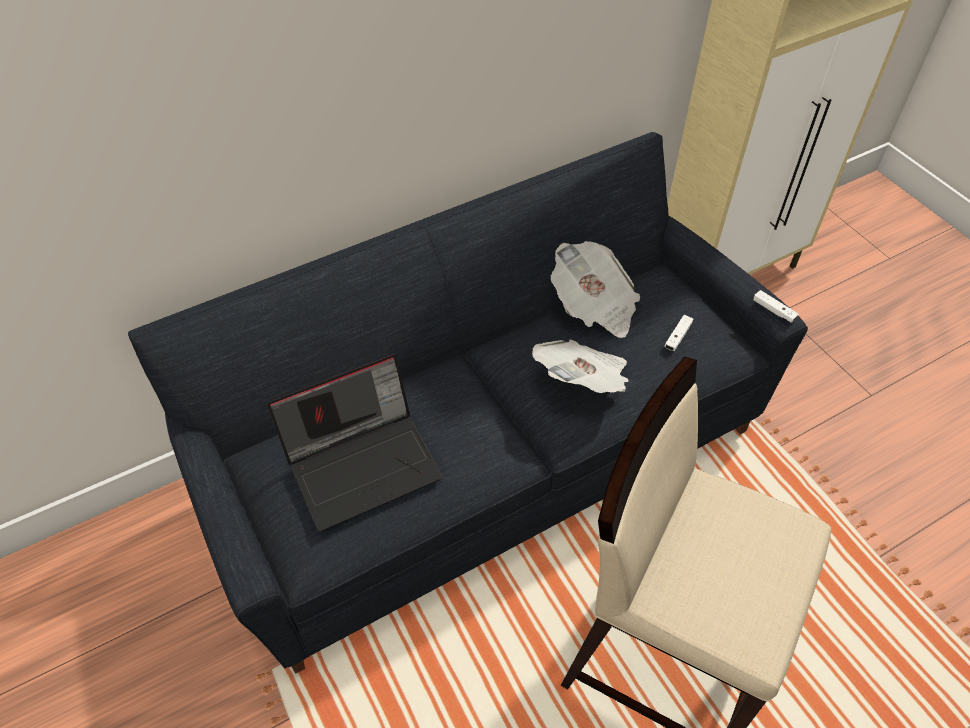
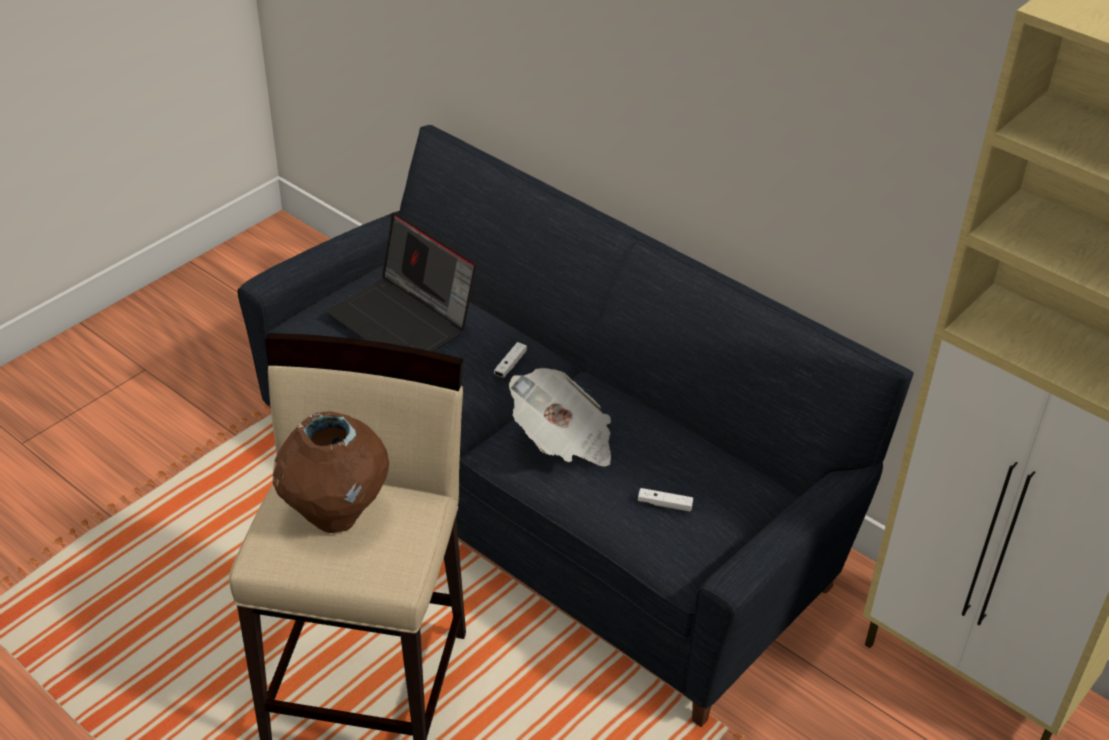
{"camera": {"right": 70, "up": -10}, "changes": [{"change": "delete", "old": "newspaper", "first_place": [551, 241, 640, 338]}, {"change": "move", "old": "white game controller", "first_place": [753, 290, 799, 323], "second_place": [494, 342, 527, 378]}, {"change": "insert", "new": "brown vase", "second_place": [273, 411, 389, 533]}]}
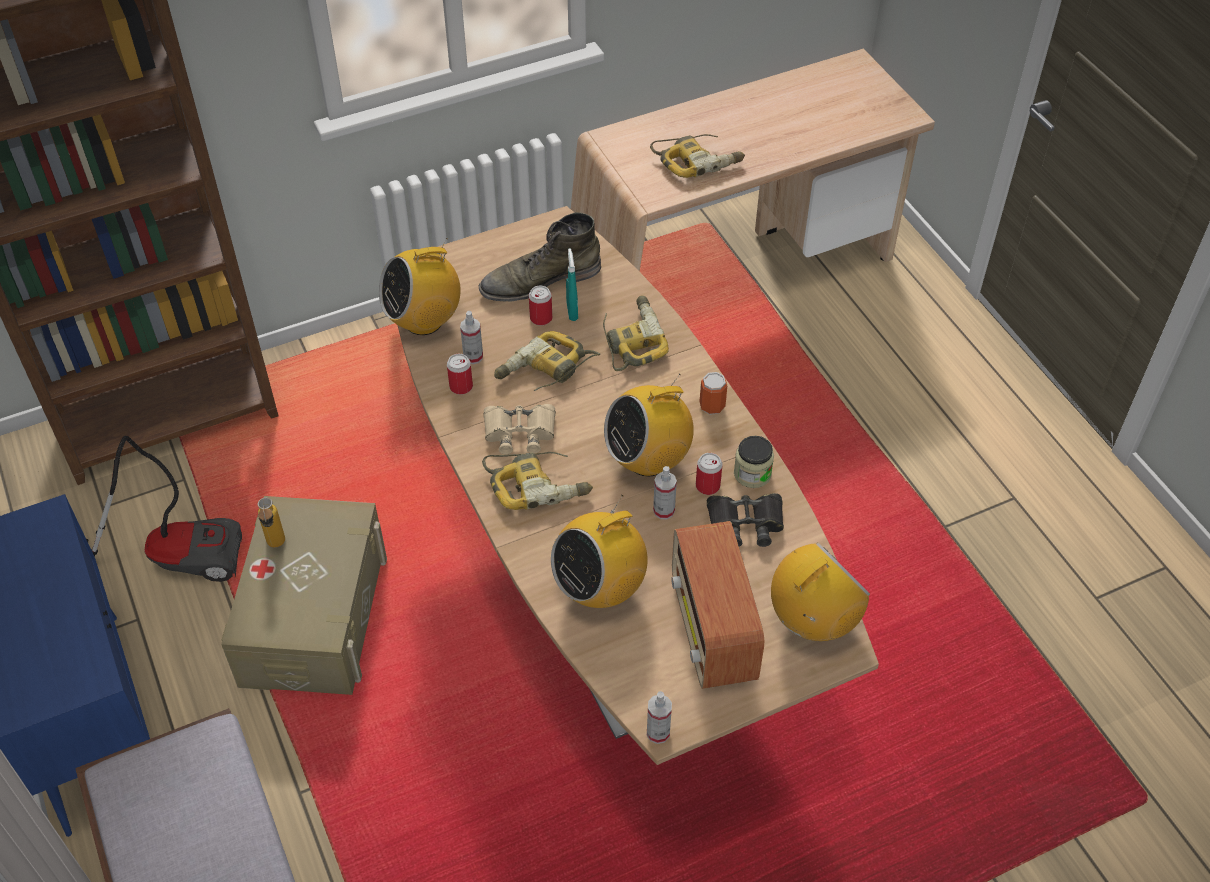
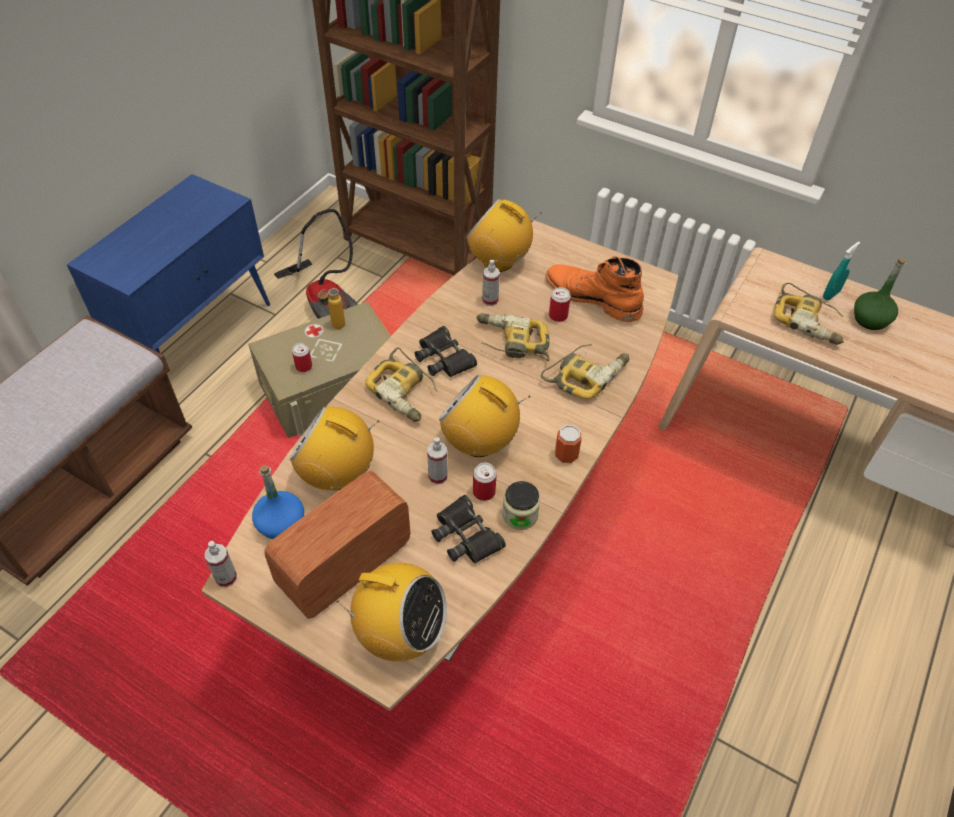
{"camera": {"right": 55, "up": 0}, "changes": [{"change": "move", "old": "can", "first_place": [447, 354, 473, 395], "second_place": [292, 343, 312, 372]}, {"change": "recolor", "old": "green boot", "new": "orange boot", "first_place": [479, 212, 601, 302], "second_place": [545, 256, 644, 322]}, {"change": "recolor", "old": "beige binoculars", "new": "black binoculars", "first_place": [483, 404, 556, 454], "second_place": [415, 326, 477, 377]}, {"change": "move", "old": "turquoise spray bottle", "first_place": [566, 248, 578, 321], "second_place": [823, 242, 860, 300]}, {"change": "insert", "new": "blue bottle", "second_place": [252, 465, 304, 539]}, {"change": "insert", "new": "green bottle", "second_place": [854, 257, 905, 330]}]}
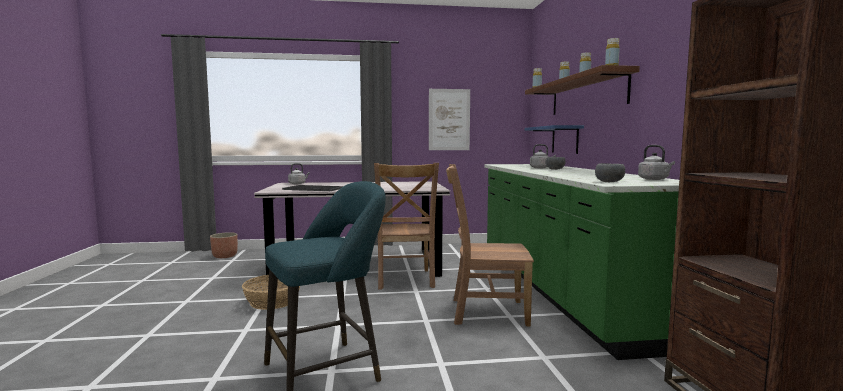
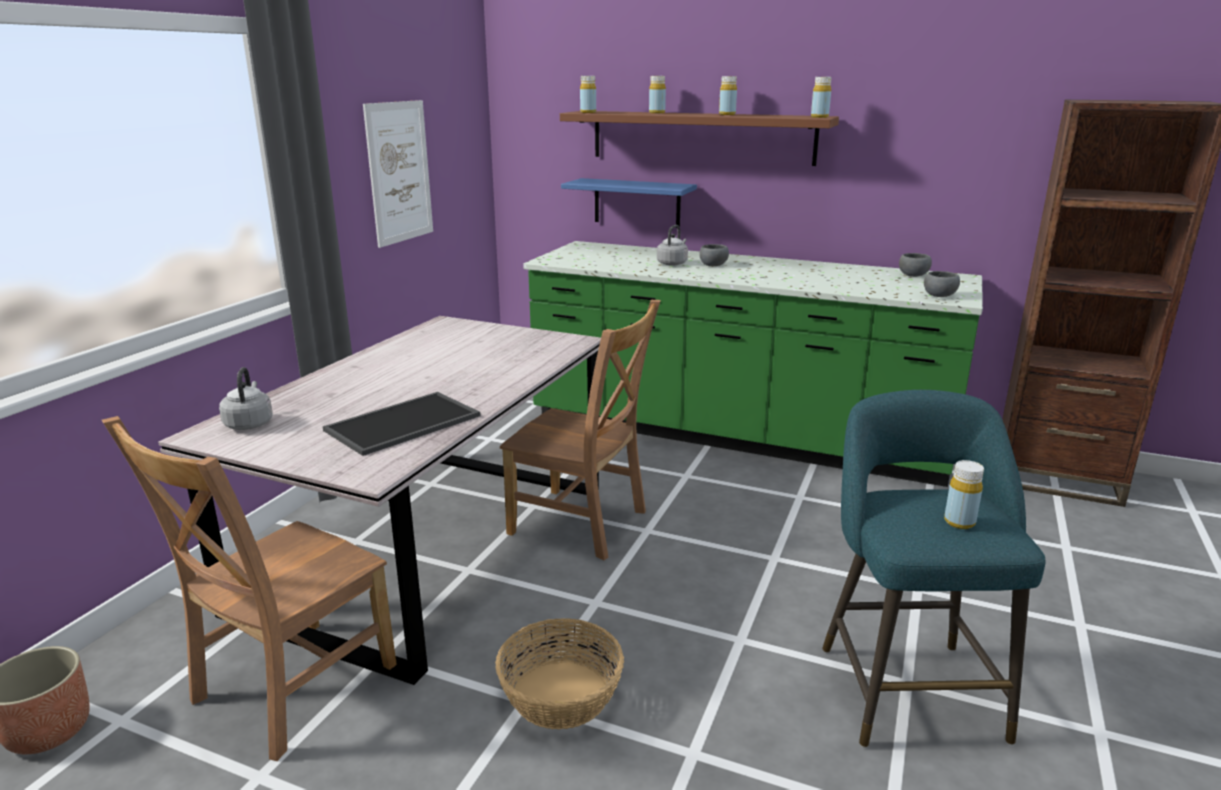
{"camera": {"right": -60, "up": 15}, "changes": [{"change": "move", "old": "brown chair", "first_place": [446, 164, 534, 326], "second_place": [102, 416, 397, 761]}, {"change": "replace", "old": "grey kettle", "new": "grey bowl", "first_place": [638, 145, 675, 180], "second_place": [899, 253, 932, 277]}, {"change": "insert", "new": "yellow bottle", "second_place": [944, 460, 984, 529]}]}
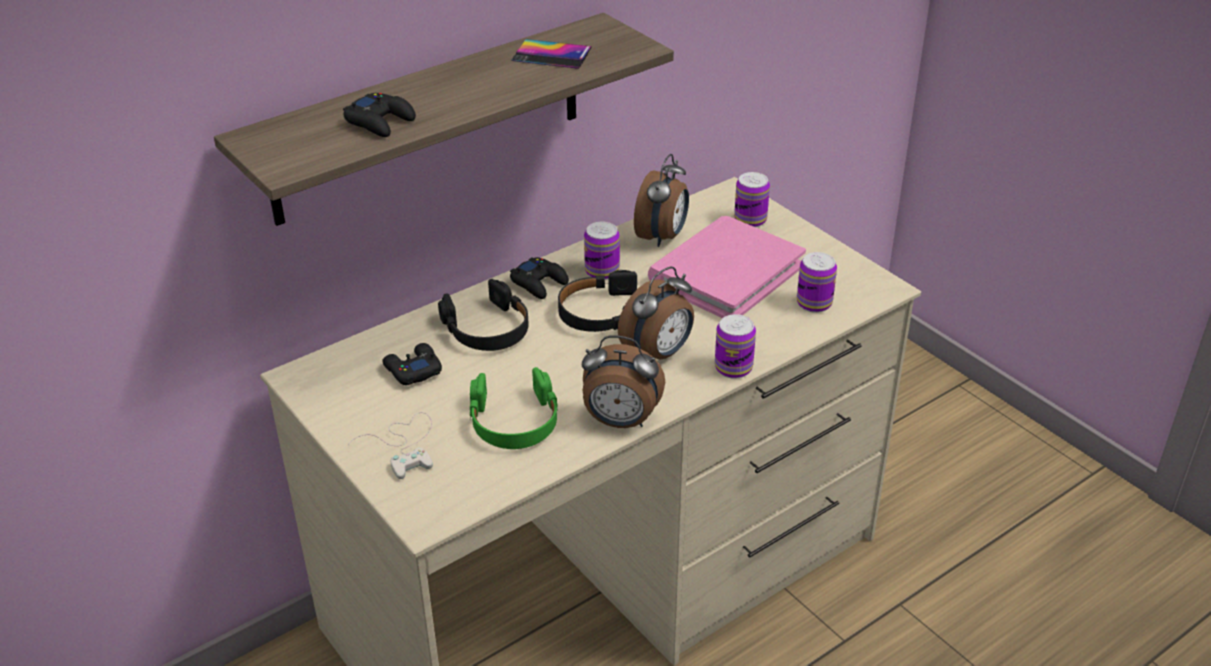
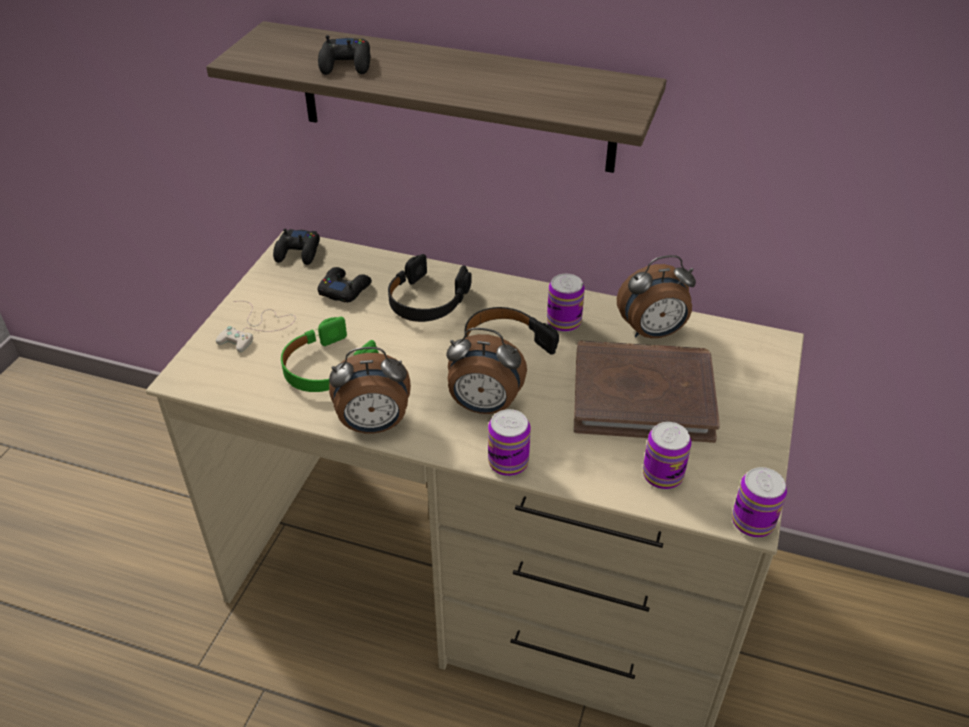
{"camera": {"right": 55, "up": 5}, "changes": [{"change": "move", "old": "black game controller", "first_place": [510, 257, 569, 299], "second_place": [273, 229, 320, 265]}, {"change": "delete", "old": "phone", "first_place": [511, 39, 592, 69]}, {"change": "rotate", "old": "alarm clock", "first_place": [582, 335, 665, 428], "second_place": [329, 347, 411, 434], "degrees": -75}, {"change": "recolor", "old": "pink book", "new": "brown book", "first_place": [648, 216, 806, 318], "second_place": [574, 340, 720, 443]}, {"change": "move", "old": "can", "first_place": [734, 172, 770, 227], "second_place": [732, 467, 787, 537]}]}
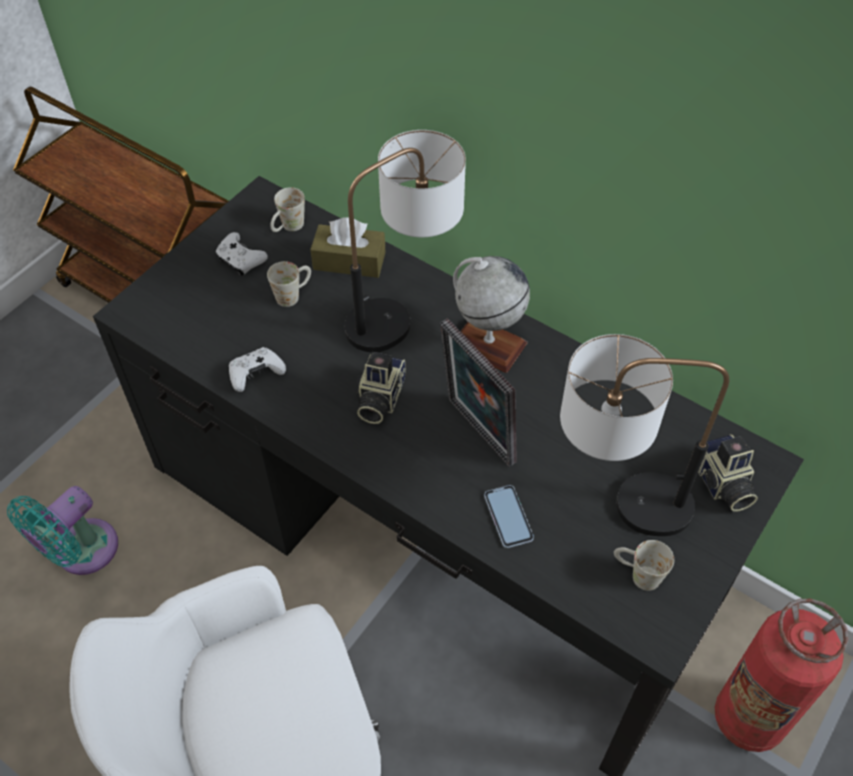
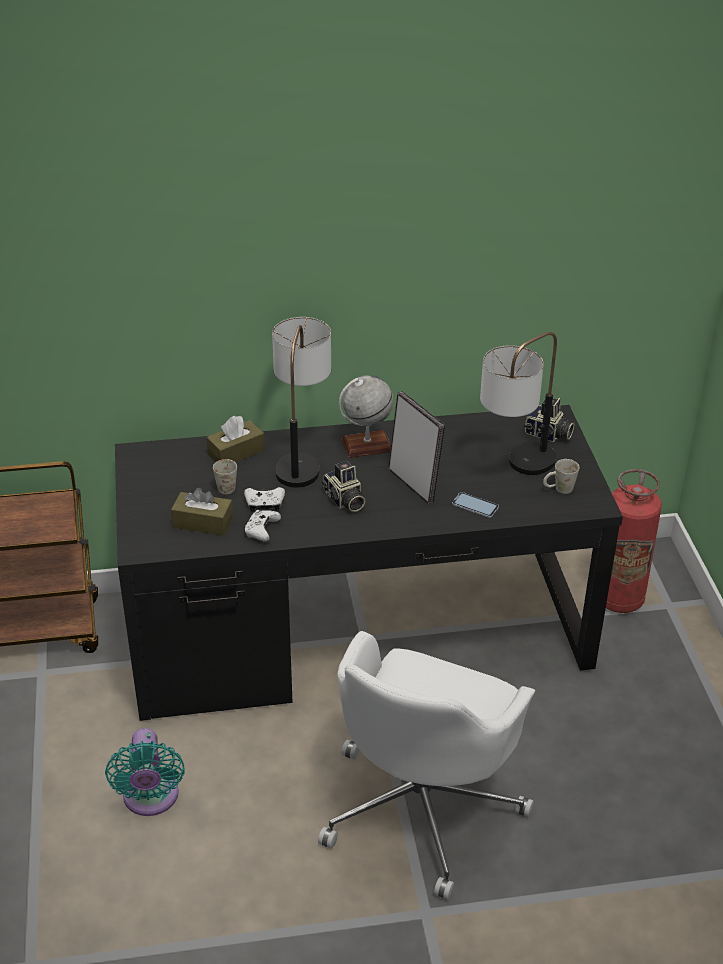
{"camera": {"right": -45, "up": -15}, "changes": [{"change": "move", "old": "white game controller", "first_place": [215, 232, 268, 276], "second_place": [244, 487, 285, 512]}, {"change": "delete", "old": "white mug", "first_place": [270, 187, 305, 232]}, {"change": "rotate", "old": "picture frame", "first_place": [440, 318, 517, 467], "second_place": [388, 391, 445, 504], "degrees": -135}, {"change": "insert", "new": "brown tissue box", "second_place": [171, 488, 233, 536]}]}
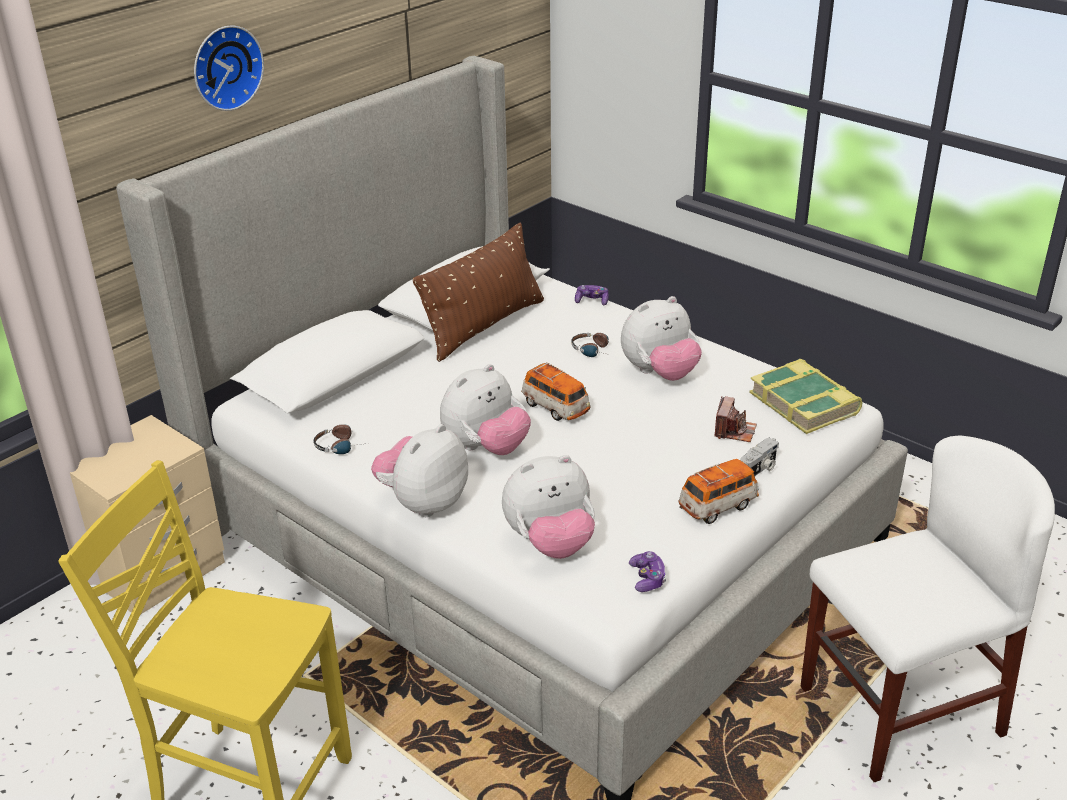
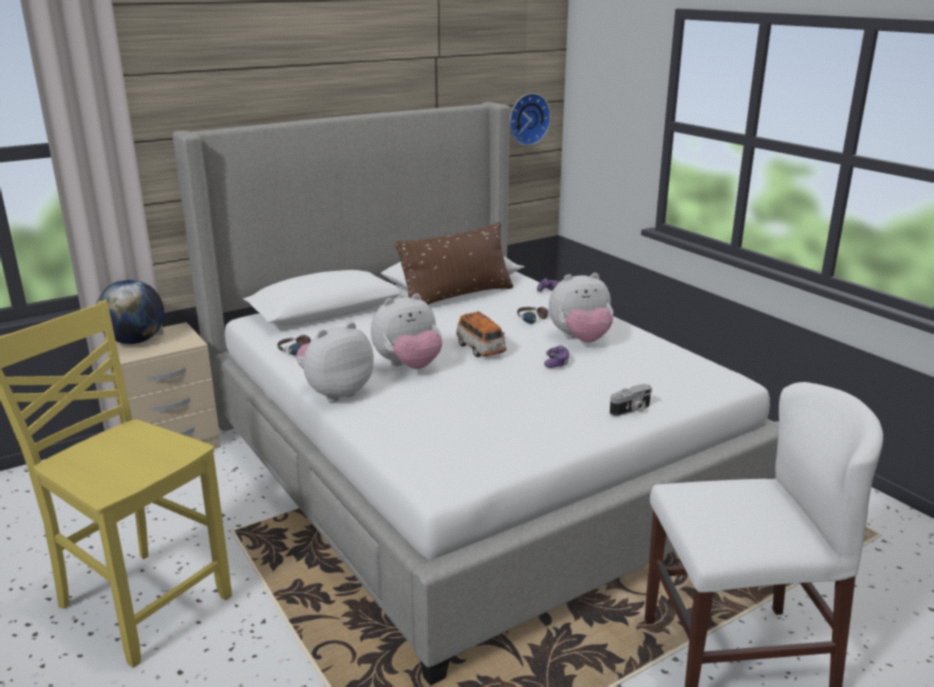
{"camera": {"right": 15, "up": -10}, "changes": [{"change": "move", "old": "wall clock", "first_place": [194, 26, 264, 111], "second_place": [510, 93, 551, 146]}, {"change": "delete", "old": "plush toy", "first_place": [502, 455, 595, 559]}, {"change": "move", "old": "game controller", "first_place": [629, 551, 667, 592], "second_place": [544, 345, 569, 368]}, {"change": "delete", "old": "toy car", "first_place": [678, 459, 759, 524]}, {"change": "delete", "old": "photo camera", "first_place": [714, 396, 757, 442]}, {"change": "delete", "old": "book", "first_place": [749, 359, 863, 434]}, {"change": "insert", "new": "globe", "second_place": [96, 280, 164, 344]}]}
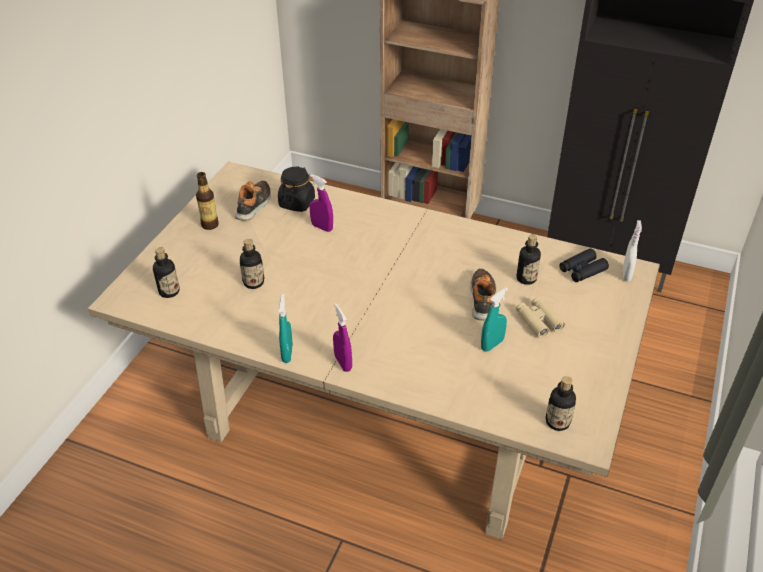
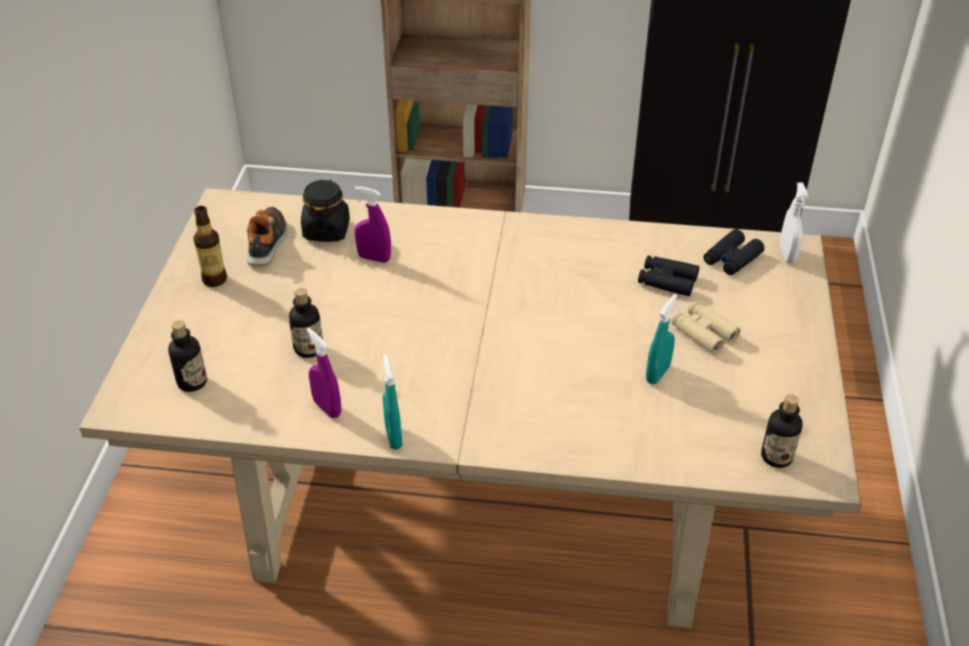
{"camera": {"right": -15, "up": 0}, "changes": [{"change": "move", "old": "purple spray bottle", "first_place": [333, 303, 352, 372], "second_place": [307, 328, 341, 418]}, {"change": "delete", "old": "shoe", "first_place": [470, 268, 497, 320]}, {"change": "replace", "old": "bottle", "new": "black binoculars", "first_place": [516, 234, 541, 285], "second_place": [638, 255, 699, 296]}]}
